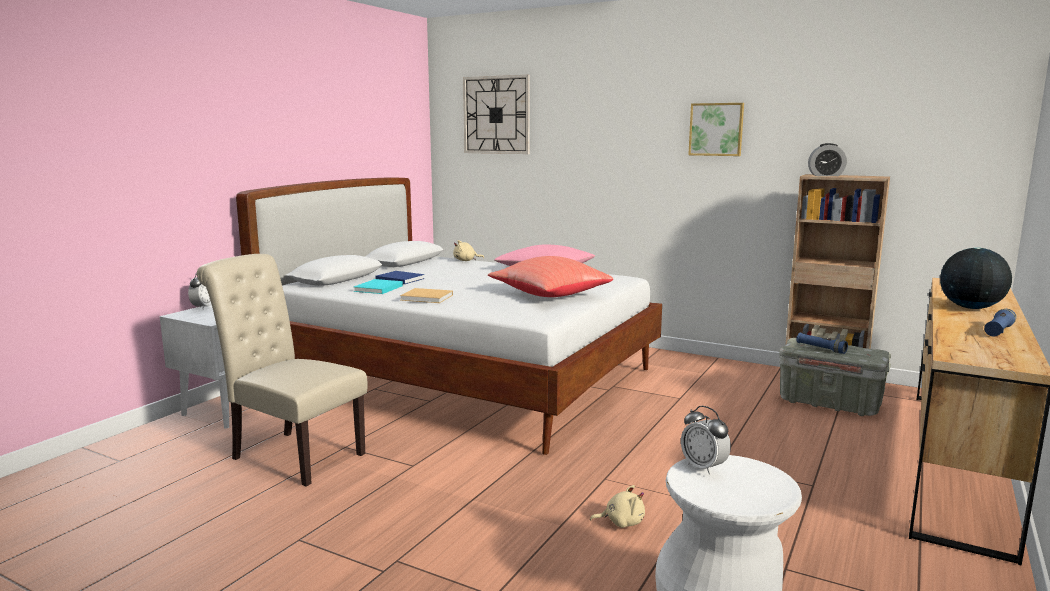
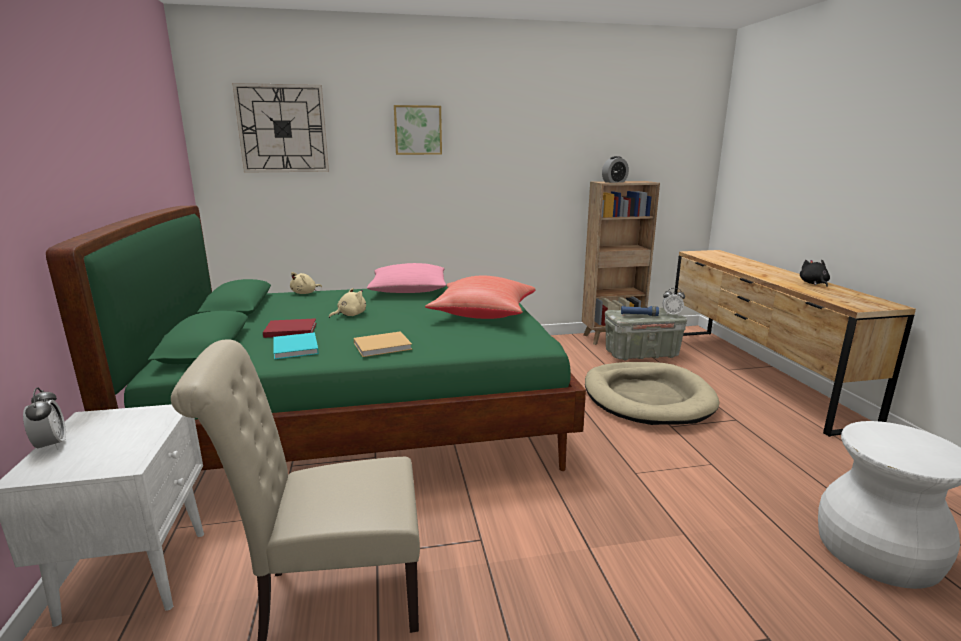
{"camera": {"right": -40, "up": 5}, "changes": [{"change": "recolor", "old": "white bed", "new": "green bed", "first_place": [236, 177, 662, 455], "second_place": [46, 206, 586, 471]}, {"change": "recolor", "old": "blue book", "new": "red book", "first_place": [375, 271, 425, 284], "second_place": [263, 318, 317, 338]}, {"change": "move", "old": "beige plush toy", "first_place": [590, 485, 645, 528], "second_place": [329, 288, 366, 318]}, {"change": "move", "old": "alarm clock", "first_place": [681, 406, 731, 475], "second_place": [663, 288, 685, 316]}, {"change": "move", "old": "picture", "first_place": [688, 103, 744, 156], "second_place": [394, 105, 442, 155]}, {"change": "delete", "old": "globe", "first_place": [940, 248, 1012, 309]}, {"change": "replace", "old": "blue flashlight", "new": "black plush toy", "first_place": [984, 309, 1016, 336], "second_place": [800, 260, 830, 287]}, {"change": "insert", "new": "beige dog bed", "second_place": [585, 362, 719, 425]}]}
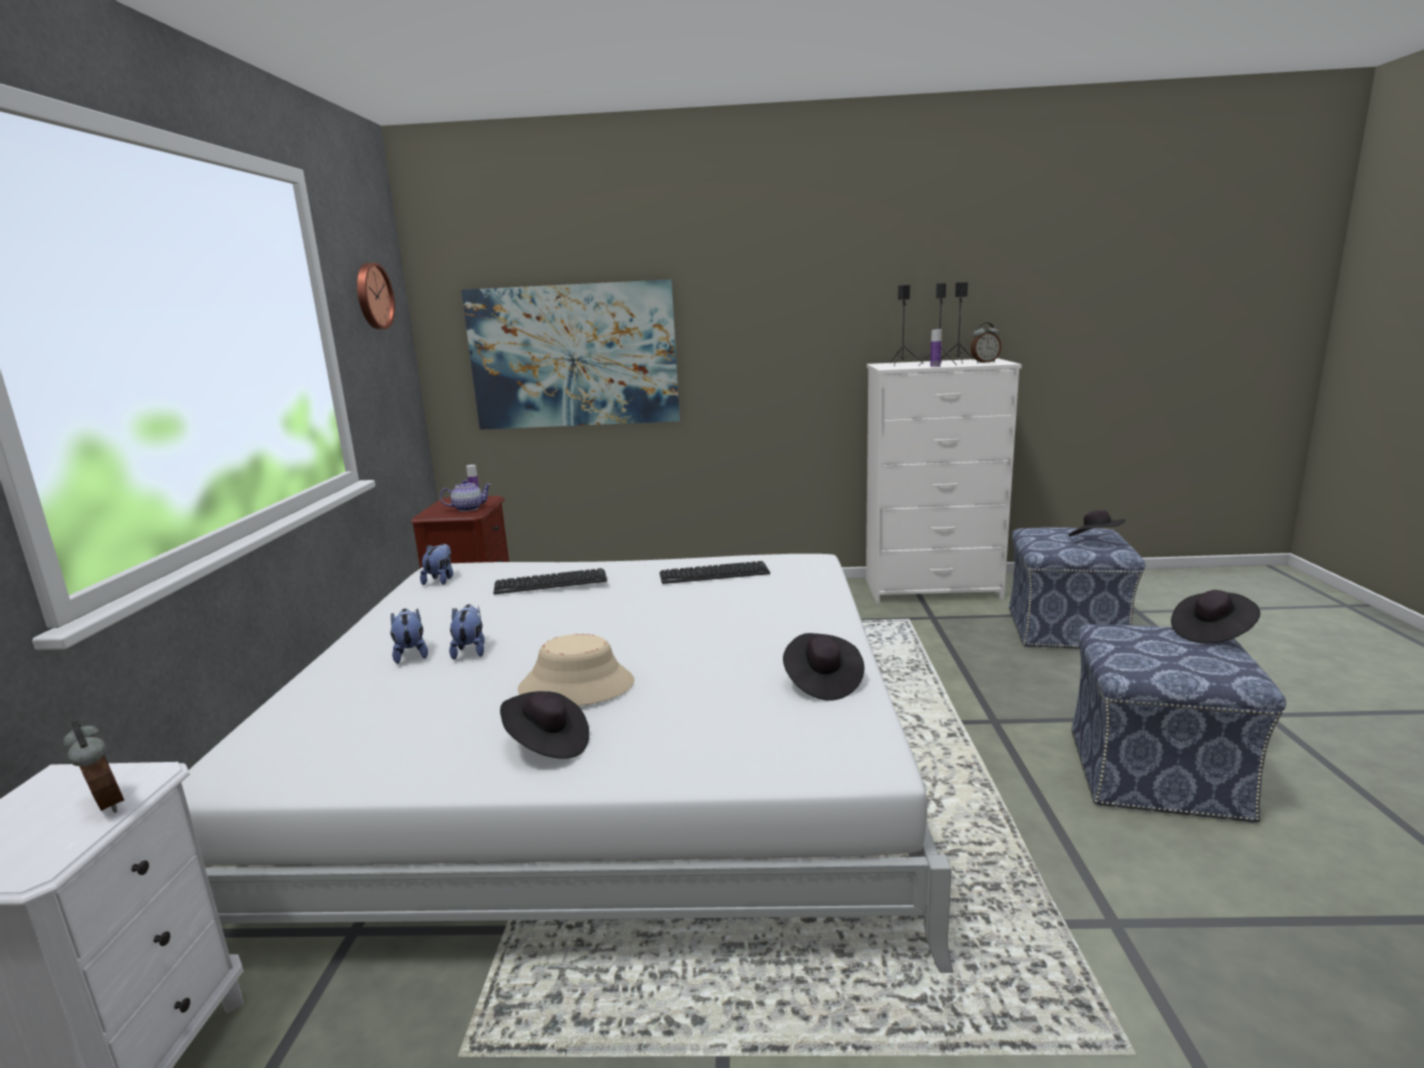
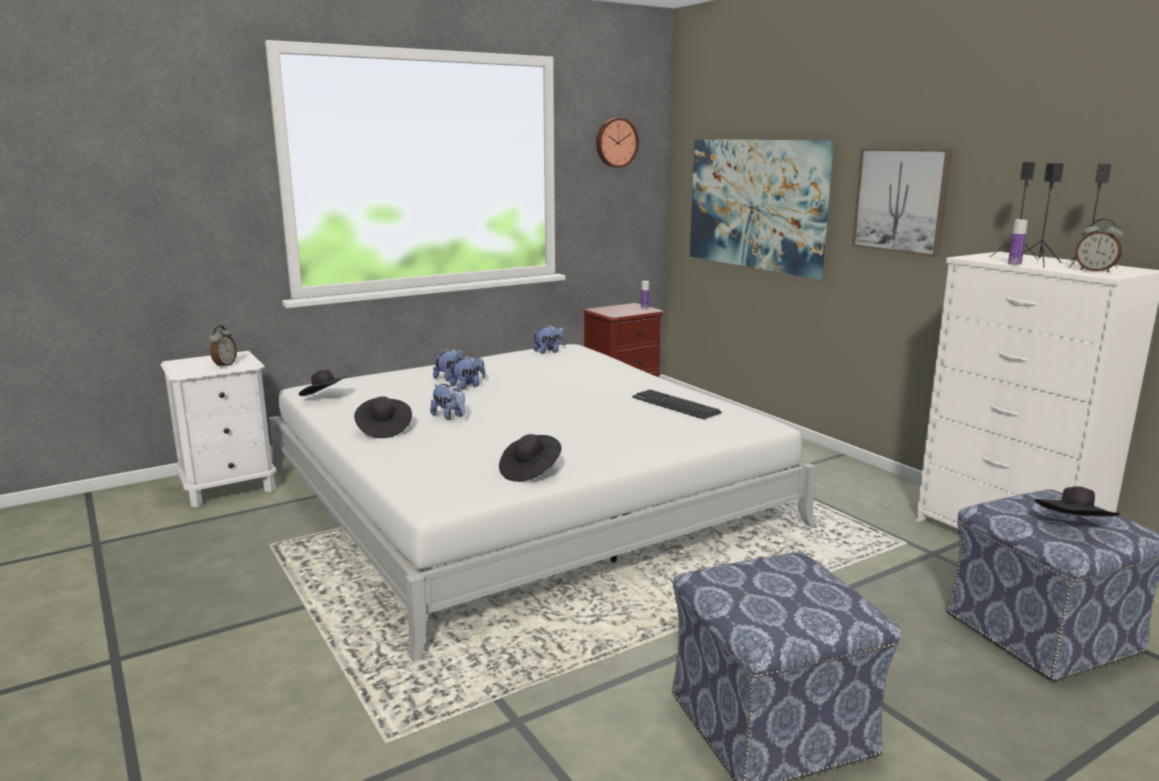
{"camera": {"right": 55, "up": 0}, "changes": [{"change": "delete", "old": "teapot", "first_place": [440, 480, 492, 512]}, {"change": "delete", "old": "keyboard", "first_place": [493, 568, 607, 594]}, {"change": "replace", "old": "beige hat", "new": "plush toy", "first_place": [518, 634, 634, 706], "second_place": [430, 384, 465, 420]}, {"change": "move", "old": "black hat", "first_place": [1171, 590, 1260, 643], "second_place": [299, 370, 347, 396]}, {"change": "insert", "new": "picture", "second_place": [852, 148, 952, 257]}]}
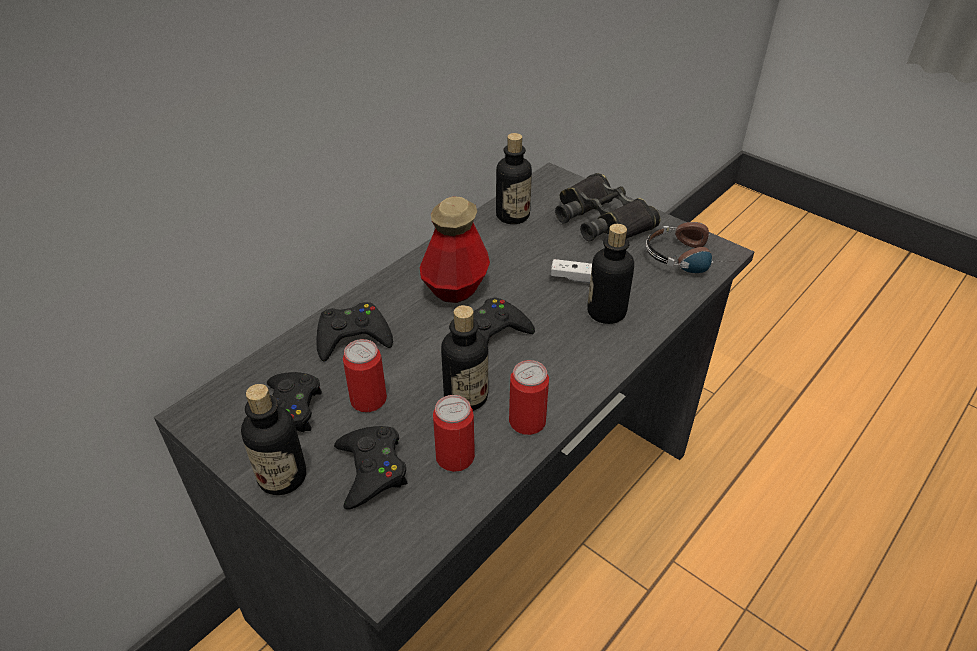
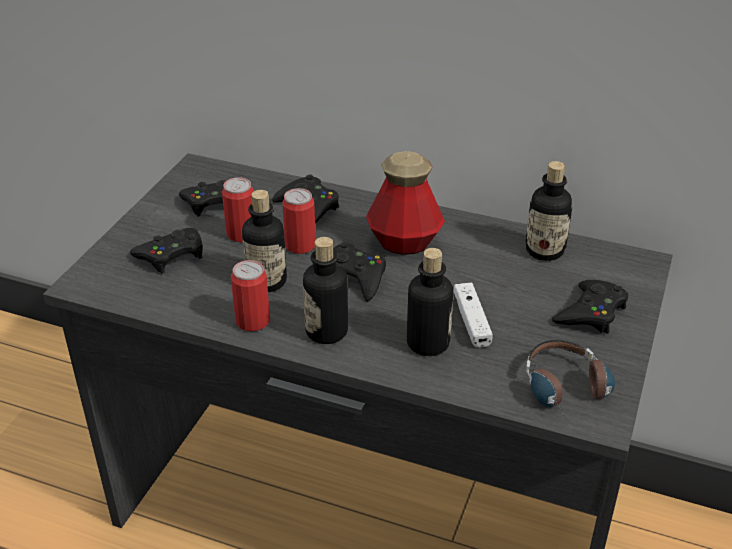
{"camera": {"right": 70, "up": -5}, "changes": [{"change": "move", "old": "bottle", "first_place": [241, 384, 306, 495], "second_place": [303, 237, 348, 344]}, {"change": "move", "old": "can", "first_place": [433, 395, 475, 472], "second_place": [282, 188, 316, 254]}, {"change": "replace", "old": "black binoculars", "new": "black game controller", "first_place": [555, 173, 660, 242], "second_place": [552, 280, 628, 334]}]}
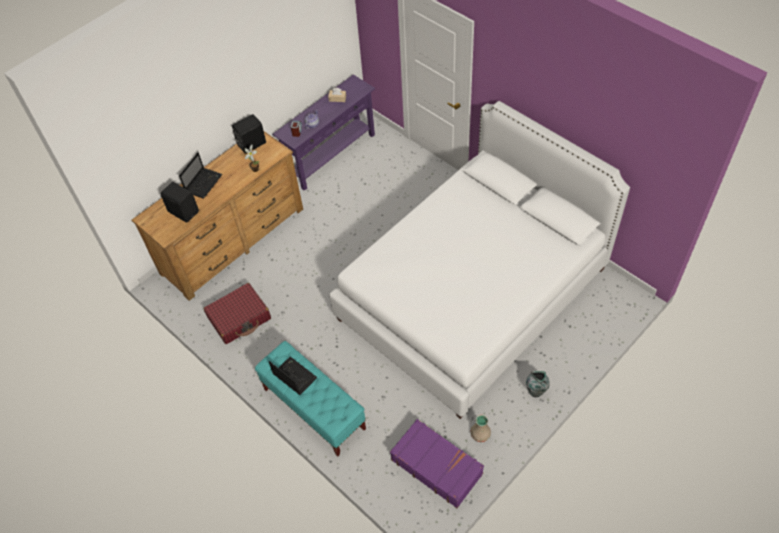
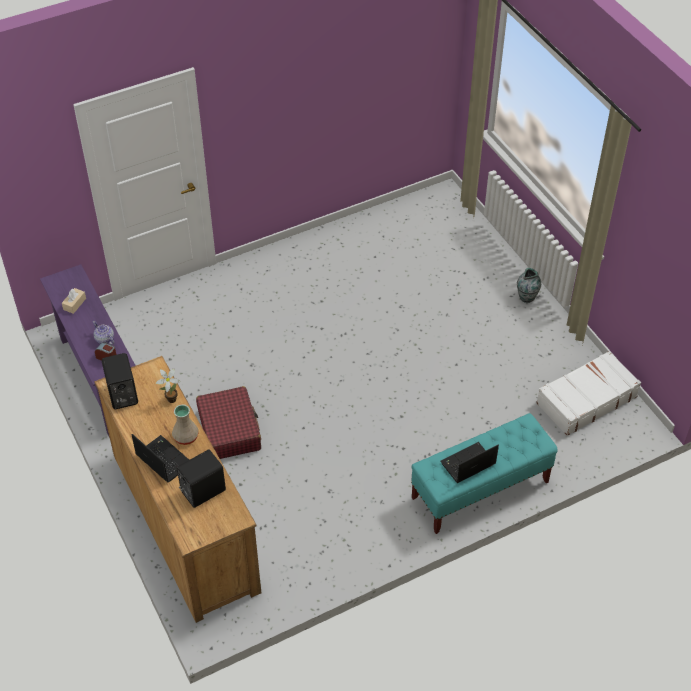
{"camera": {"right": -75, "up": -5}, "changes": [{"change": "move", "old": "red suitcase", "first_place": [203, 283, 271, 344], "second_place": [196, 386, 261, 459]}, {"change": "delete", "old": "white bed", "first_place": [329, 101, 630, 419]}, {"change": "recolor", "old": "purple suitcase", "new": "white suitcase", "first_place": [390, 419, 484, 508], "second_place": [536, 351, 641, 436]}, {"change": "move", "old": "beige vase", "first_place": [470, 415, 491, 442], "second_place": [172, 404, 199, 445]}]}
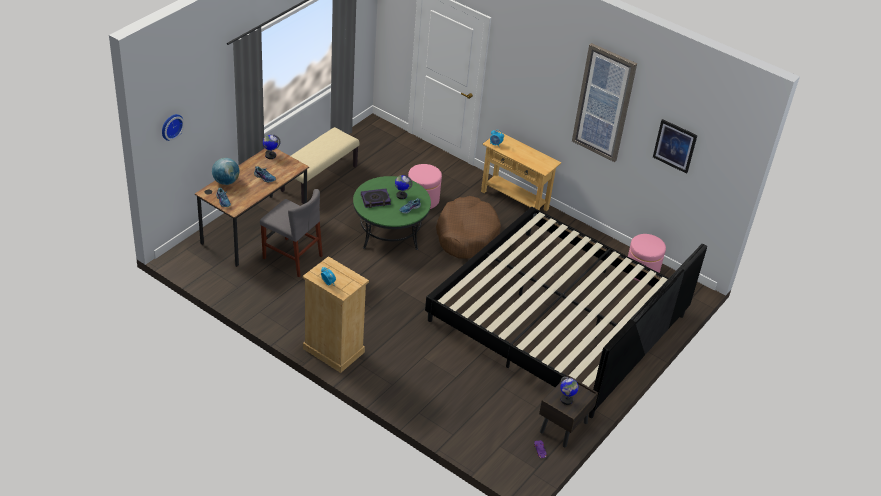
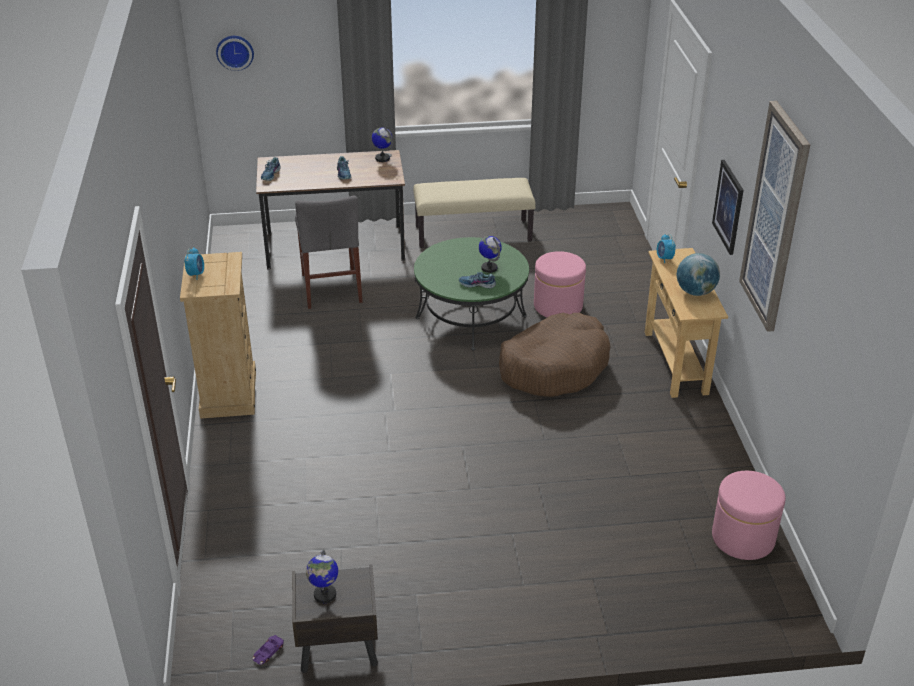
{"camera": {"right": 50, "up": -5}, "changes": [{"change": "move", "old": "globe", "first_place": [212, 158, 239, 185], "second_place": [677, 253, 720, 296]}, {"change": "delete", "old": "book", "first_place": [361, 188, 391, 208]}, {"change": "delete", "old": "bed", "first_place": [425, 207, 707, 418]}, {"change": "move", "old": "picture", "first_place": [653, 119, 697, 174], "second_place": [712, 160, 744, 255]}]}
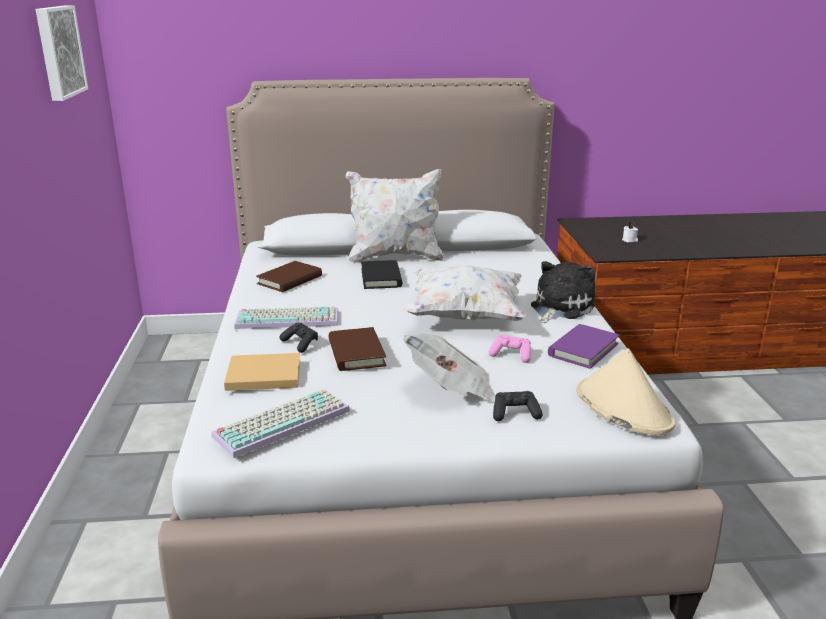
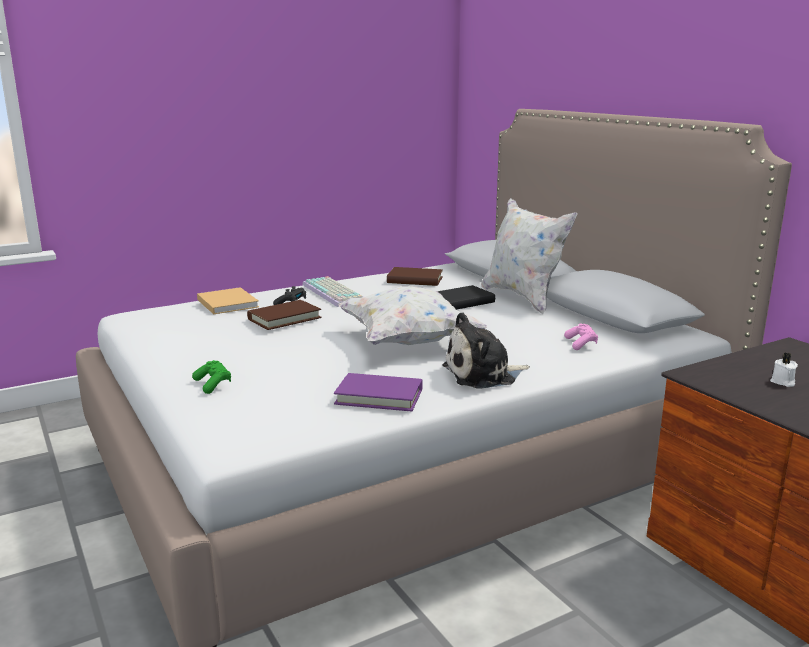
{"camera": {"right": 65, "up": -5}, "changes": [{"change": "delete", "old": "picture", "first_place": [36, 5, 88, 101]}, {"change": "delete", "old": "keyboard", "first_place": [211, 389, 350, 458]}, {"change": "delete", "old": "newspaper", "first_place": [403, 334, 496, 401]}, {"change": "move", "old": "pink game controller", "first_place": [489, 334, 531, 363], "second_place": [564, 324, 598, 350]}, {"change": "recolor", "old": "black game controller", "new": "green game controller", "first_place": [493, 391, 543, 421], "second_place": [192, 360, 231, 394]}, {"change": "rotate", "old": "plush toy", "first_place": [531, 261, 596, 323], "second_place": [442, 312, 530, 388], "degrees": 150}, {"change": "delete", "old": "beige hat", "first_place": [577, 348, 675, 435]}]}
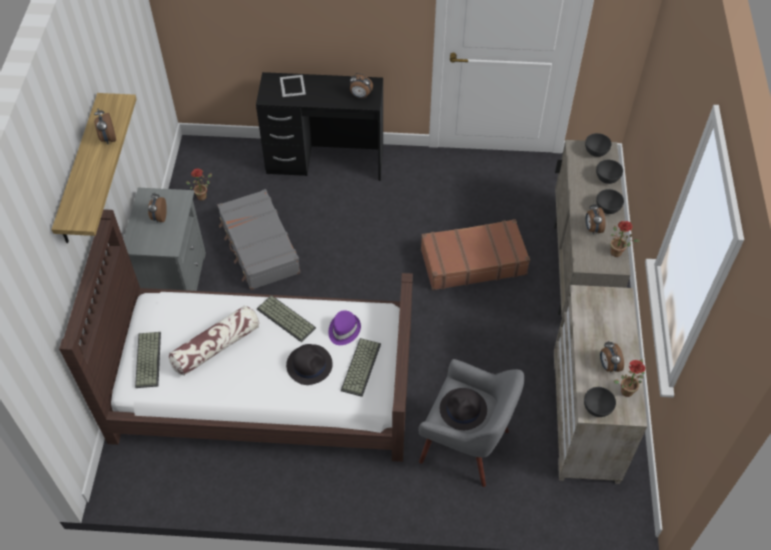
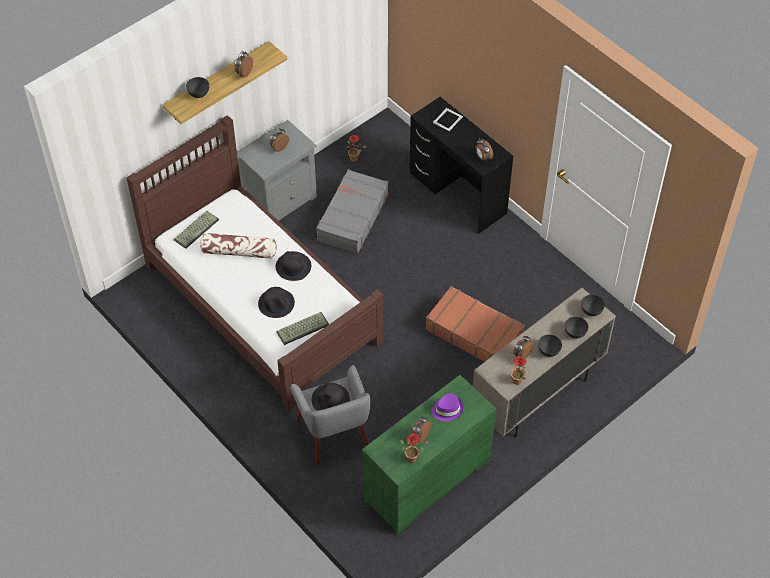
{"camera": {"right": 45, "up": 0}, "changes": [{"change": "replace", "old": "keyboard", "new": "black hat", "first_place": [257, 295, 316, 342], "second_place": [276, 251, 311, 281]}, {"change": "move", "old": "purple hat", "first_place": [329, 310, 361, 345], "second_place": [432, 393, 463, 421]}, {"change": "recolor", "old": "beige dresser", "new": "green dresser", "first_place": [554, 285, 647, 484], "second_place": [362, 375, 496, 535]}, {"change": "move", "old": "grey bowl", "first_place": [584, 387, 616, 417], "second_place": [186, 77, 209, 98]}]}
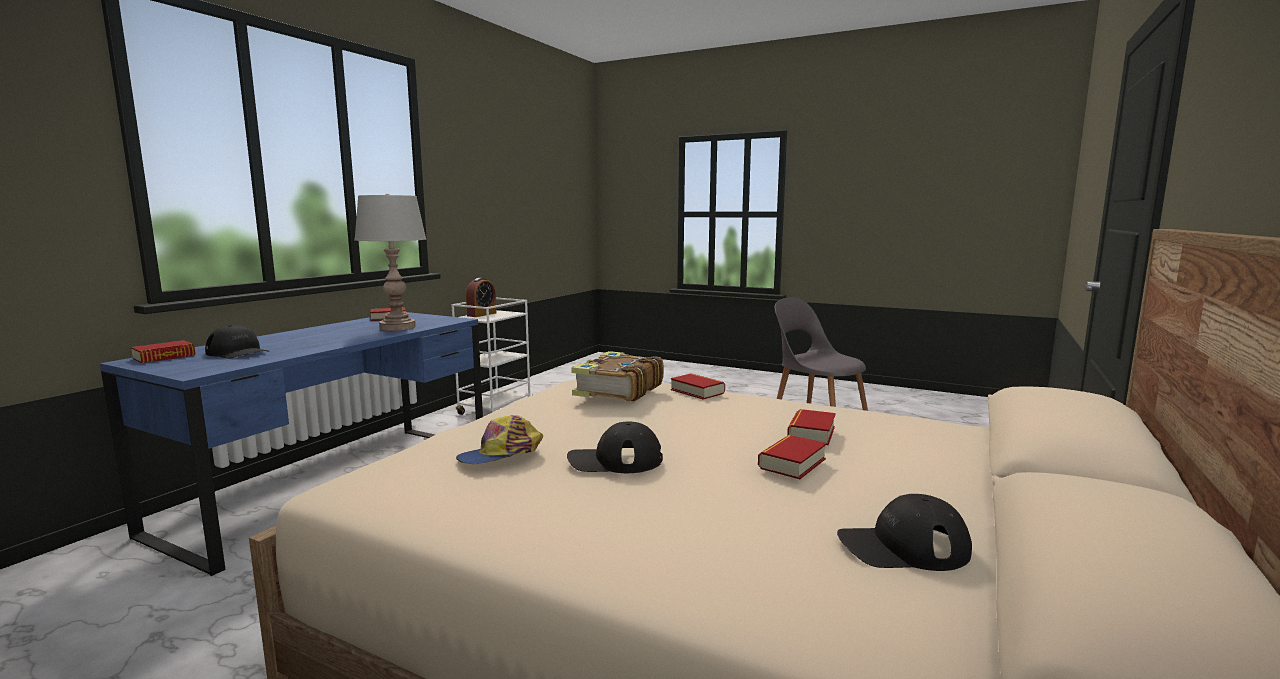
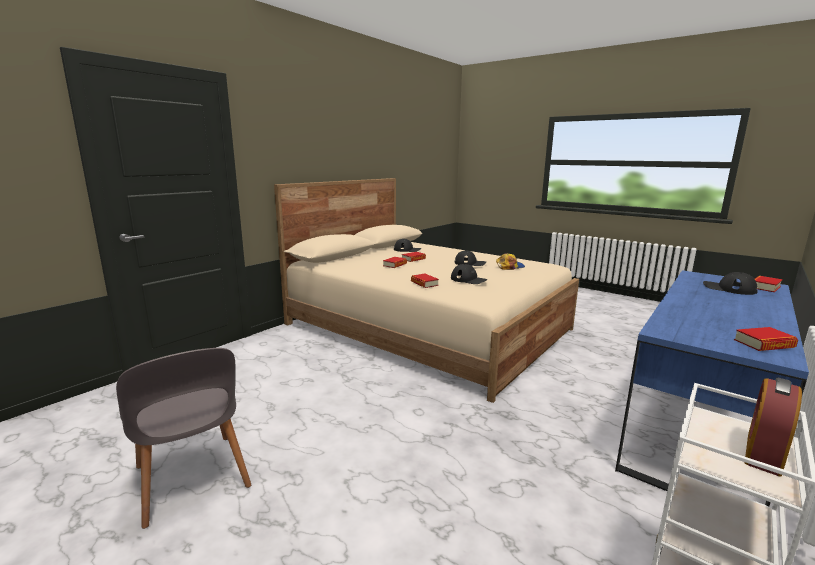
{"camera": {"right": -170, "up": 5}, "changes": [{"change": "delete", "old": "grey table lamp", "first_place": [354, 194, 426, 331]}, {"change": "replace", "old": "book", "new": "black cap", "first_place": [571, 351, 664, 402], "second_place": [451, 264, 488, 284]}]}
